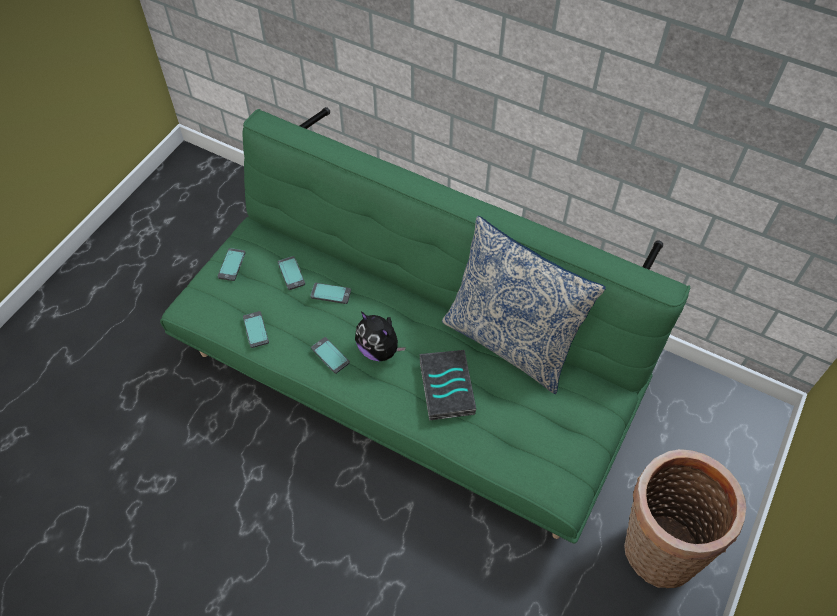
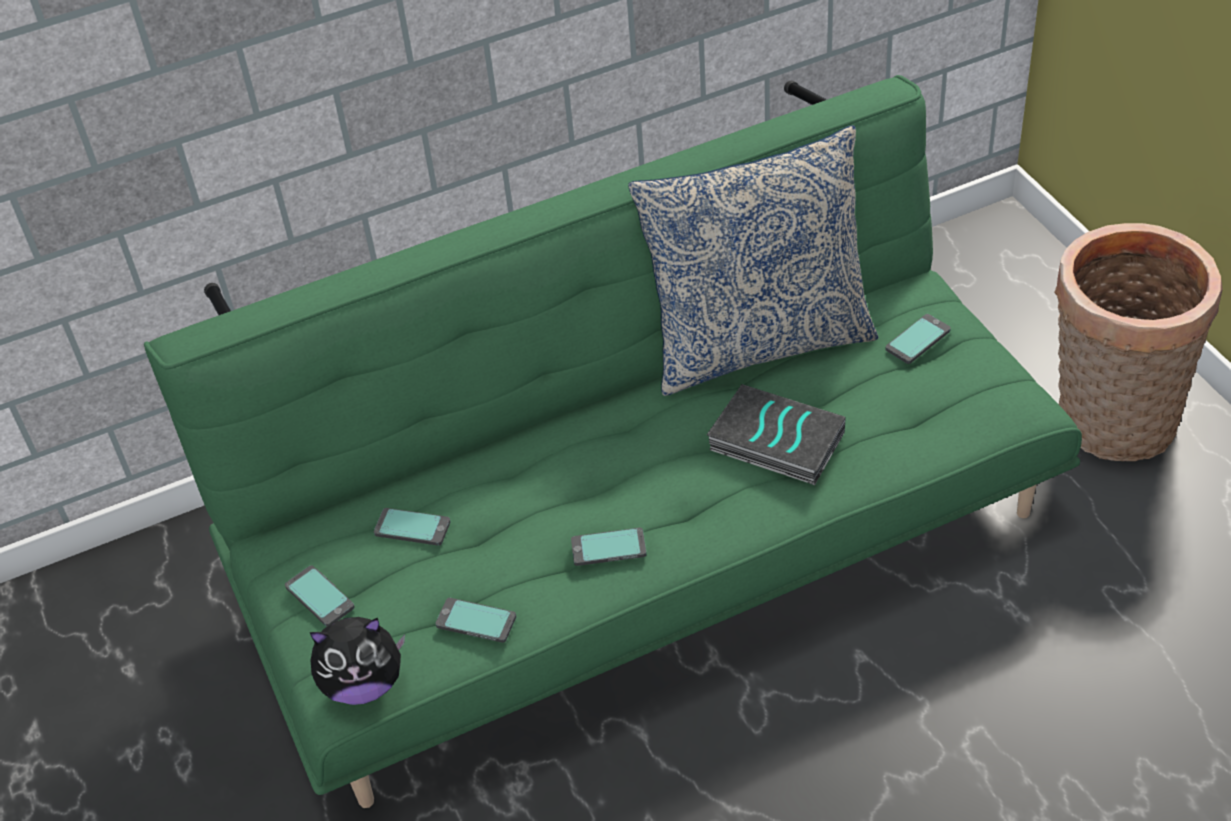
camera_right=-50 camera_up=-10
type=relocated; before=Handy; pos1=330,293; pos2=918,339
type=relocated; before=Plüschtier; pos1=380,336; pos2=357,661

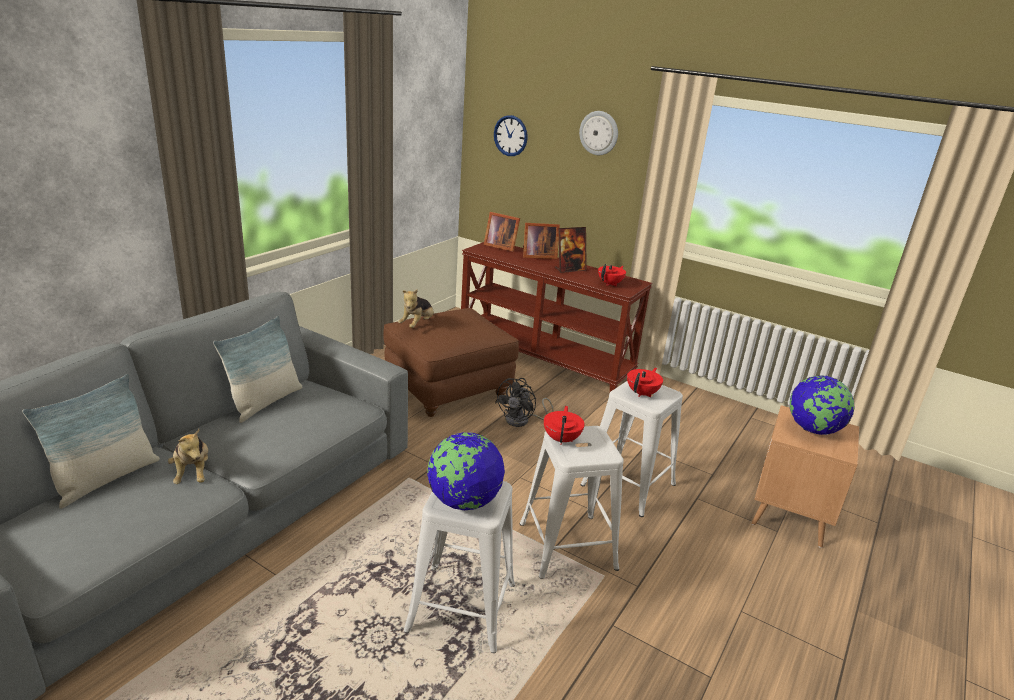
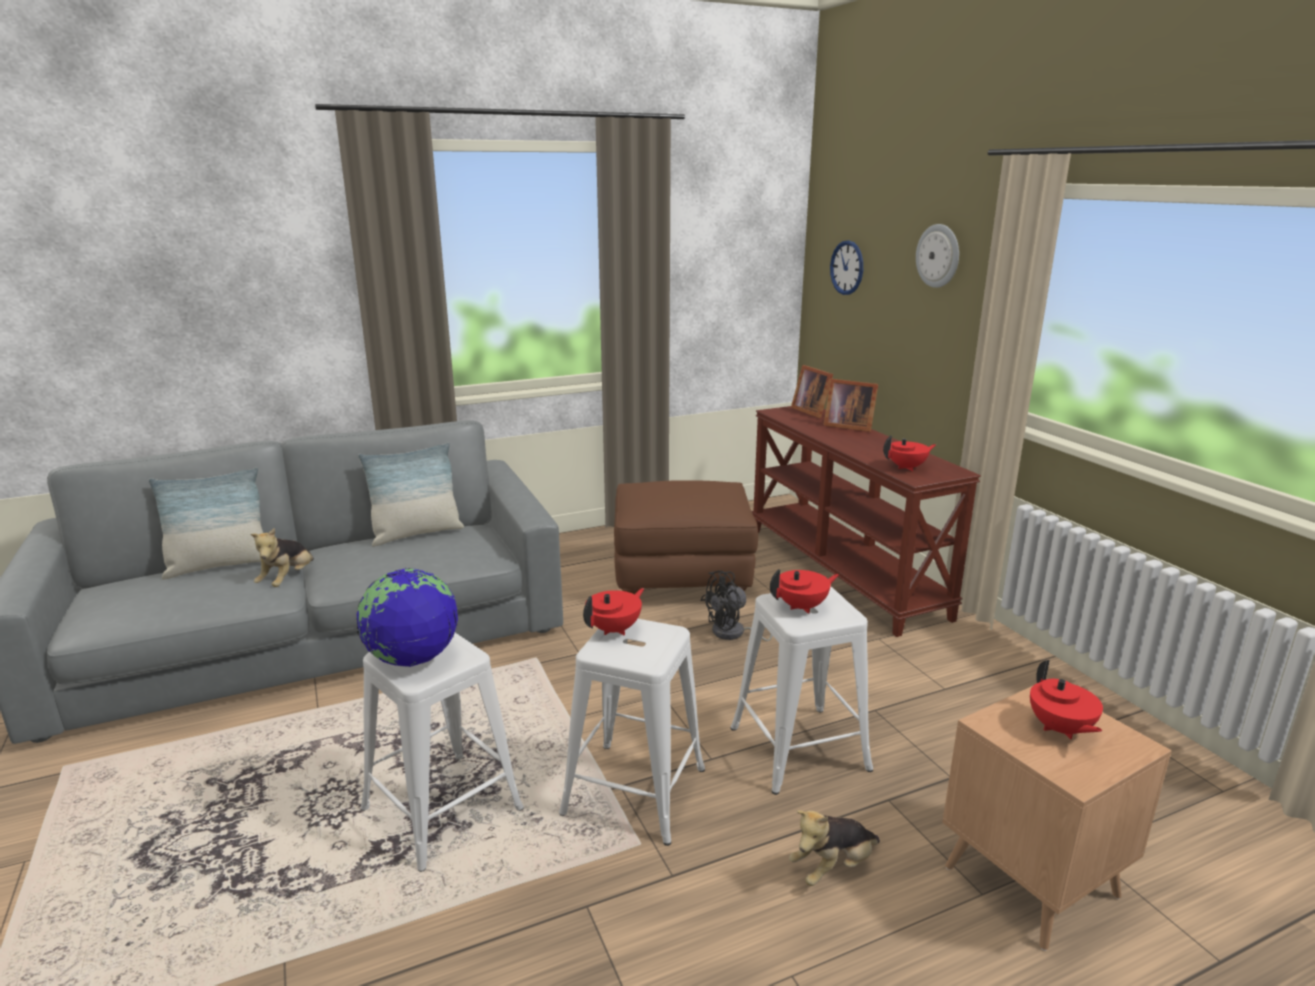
camera_right=35 camera_up=-5
type=missing; before=Bilderrahmen; pos1=571,250
type=relocated; before=Plüschtier; pos1=416,308; pos2=834,848
type=exchanged; before=Globus; after=Teekanne (rot); pos1=822,405; pos2=1066,699

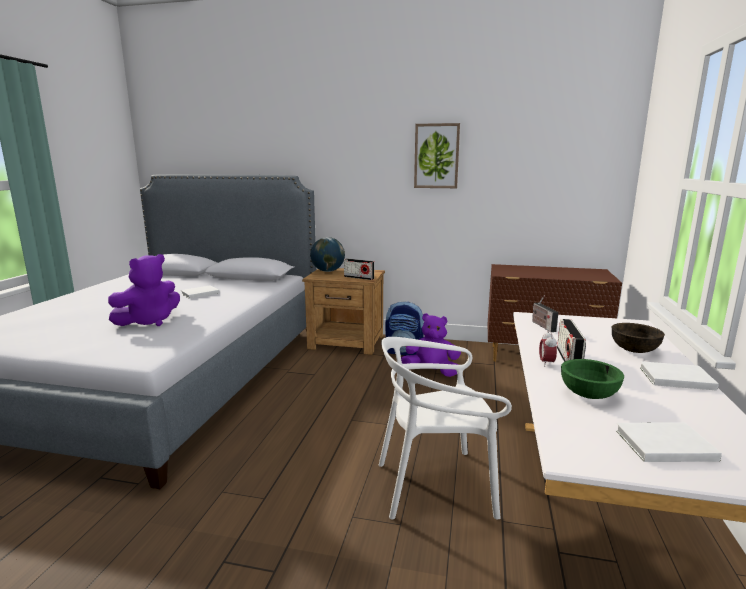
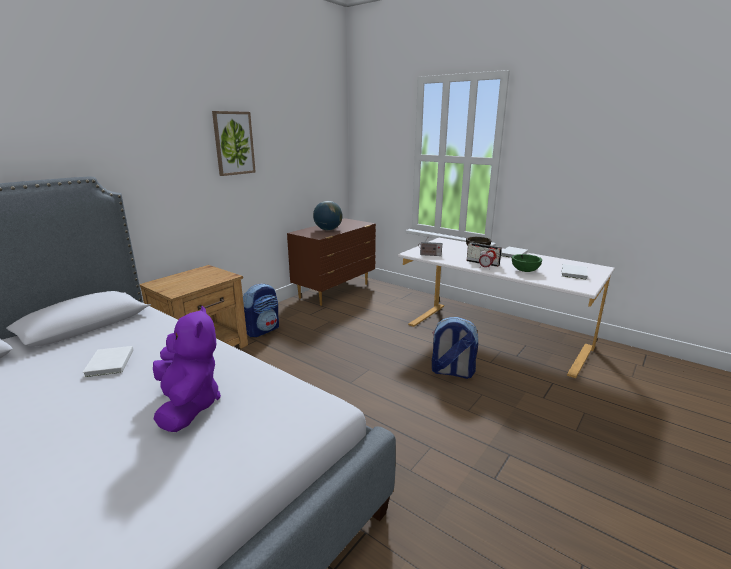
camera_right=-65 camera_up=5
type=relocated; before=Globus; pos1=327,254; pos2=327,215
type=missing; before=Radio; pos1=359,269
type=missing; before=Plüschtier (lila); pos1=431,345
type=exchanged; before=Stuhl (weiß); after=Rucksack; pos1=445,428; pos2=455,348

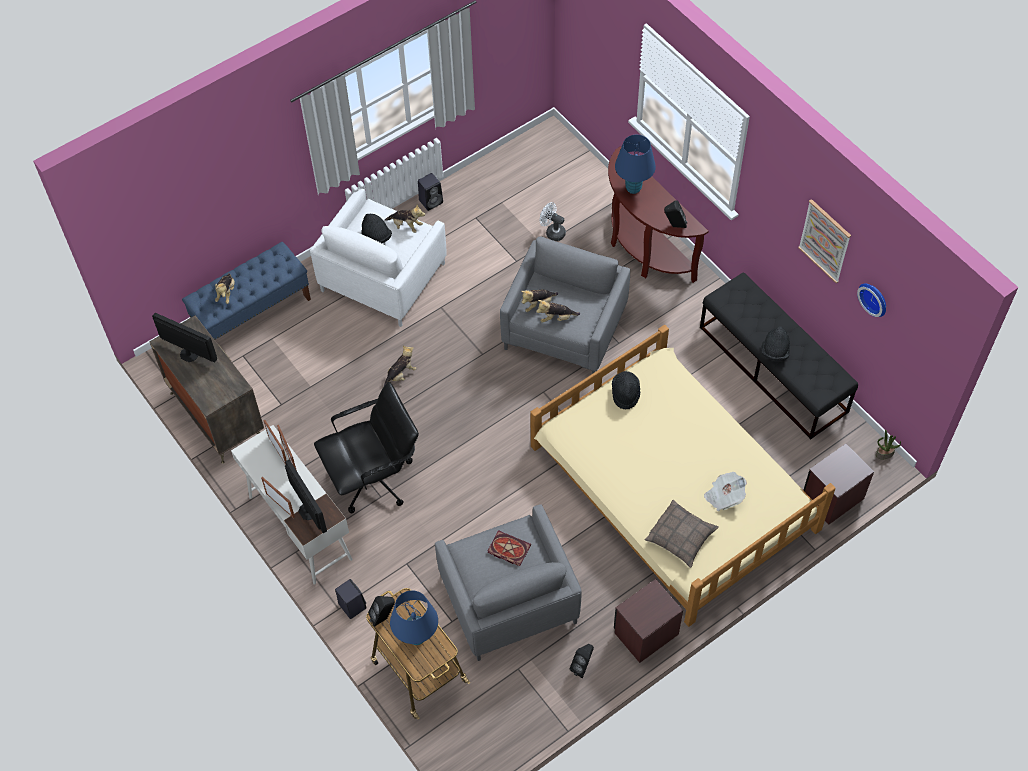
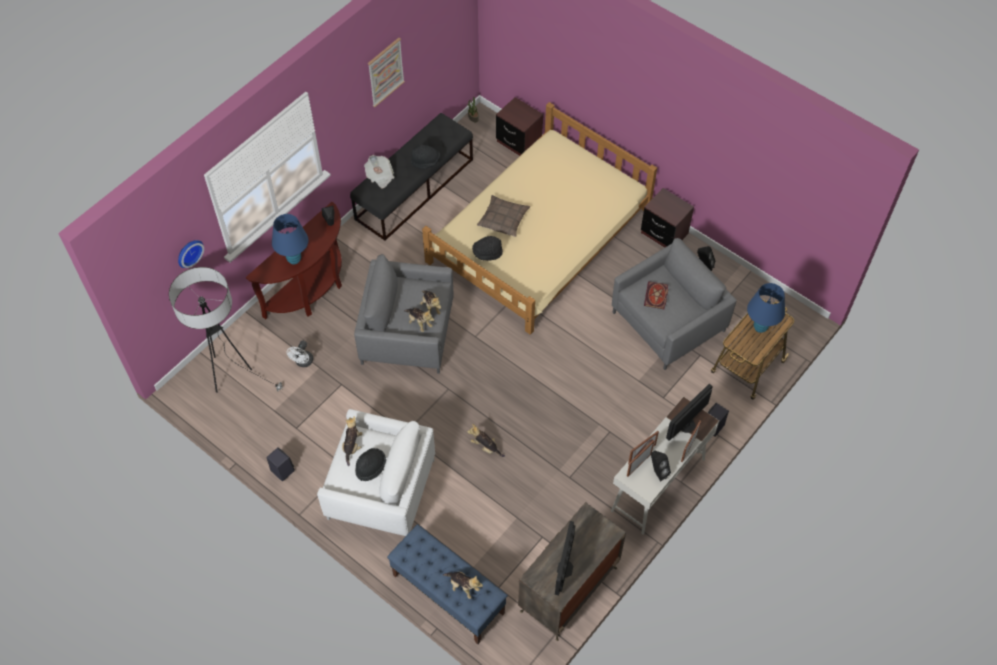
camera_right=-105 camera_up=0
type=spun; before=Plüschtier; pos1=225,288; pos2=463,585; turn=45
type=relocated; before=Wanduhr; pos1=871,300; pos2=191,254
type=missing; before=Bürostuhl (schwarz); pos1=366,447
type=relocated; before=Zeitung; pos1=725,492; pos2=379,171
type=relocated; before=Kissen; pos1=682,534; pos2=503,216
type=relocated; before=Lautsprecher (schwarz); pos1=381,611; pos2=661,466
type=appeared; after=Stehlampe; pos2=226,330

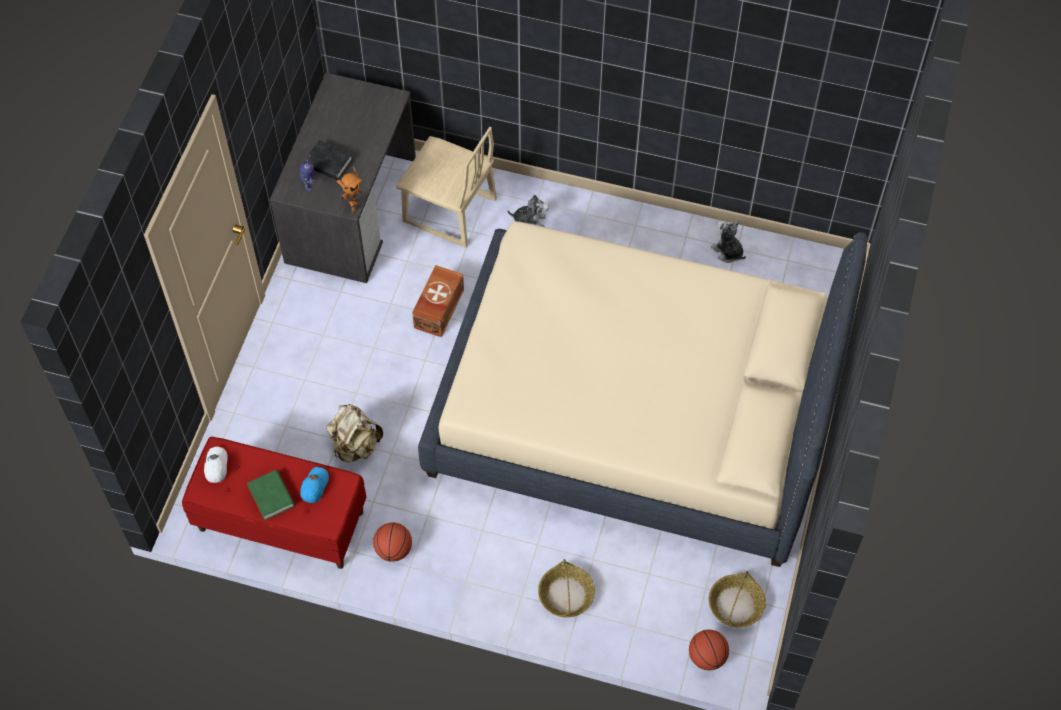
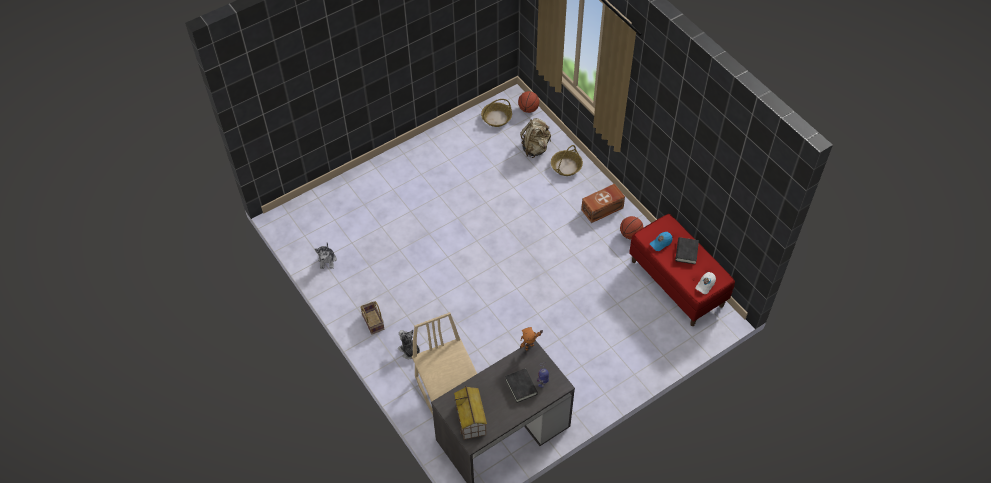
camera_right=-140 camera_up=-5
type=missing; before=Bett (beige); pos1=642,394
type=relocated; before=Aufbewahrungsbox (braun); pos1=438,301; pos2=603,203
type=relocated; before=Rucksack (beige); pos1=354,433; pos2=535,138
type=colour; before=Buch (grün); after=Buch (schwarz); pos1=271,495; pos2=687,250
type=appeared; after=Korb; pos2=372,318
type=appeared; after=Spielzeughaus; pos2=470,413

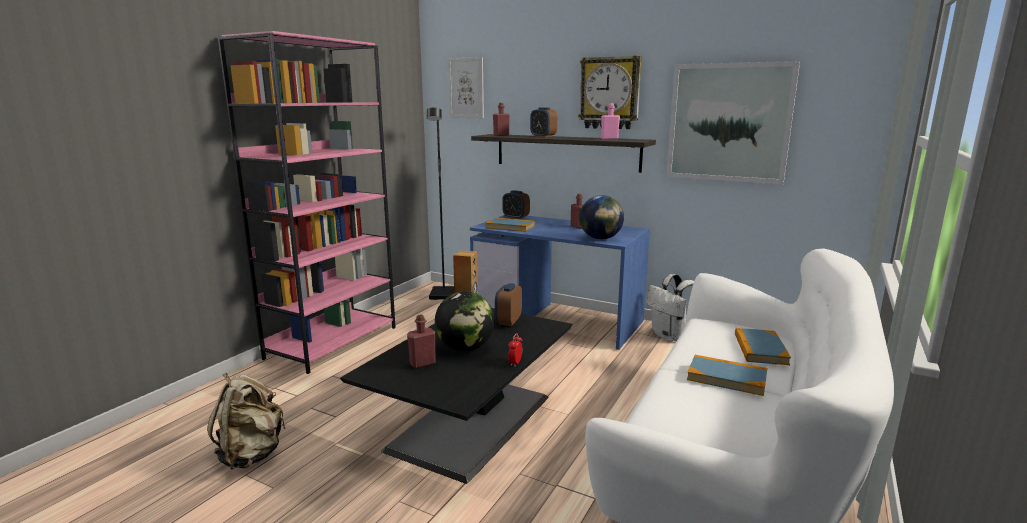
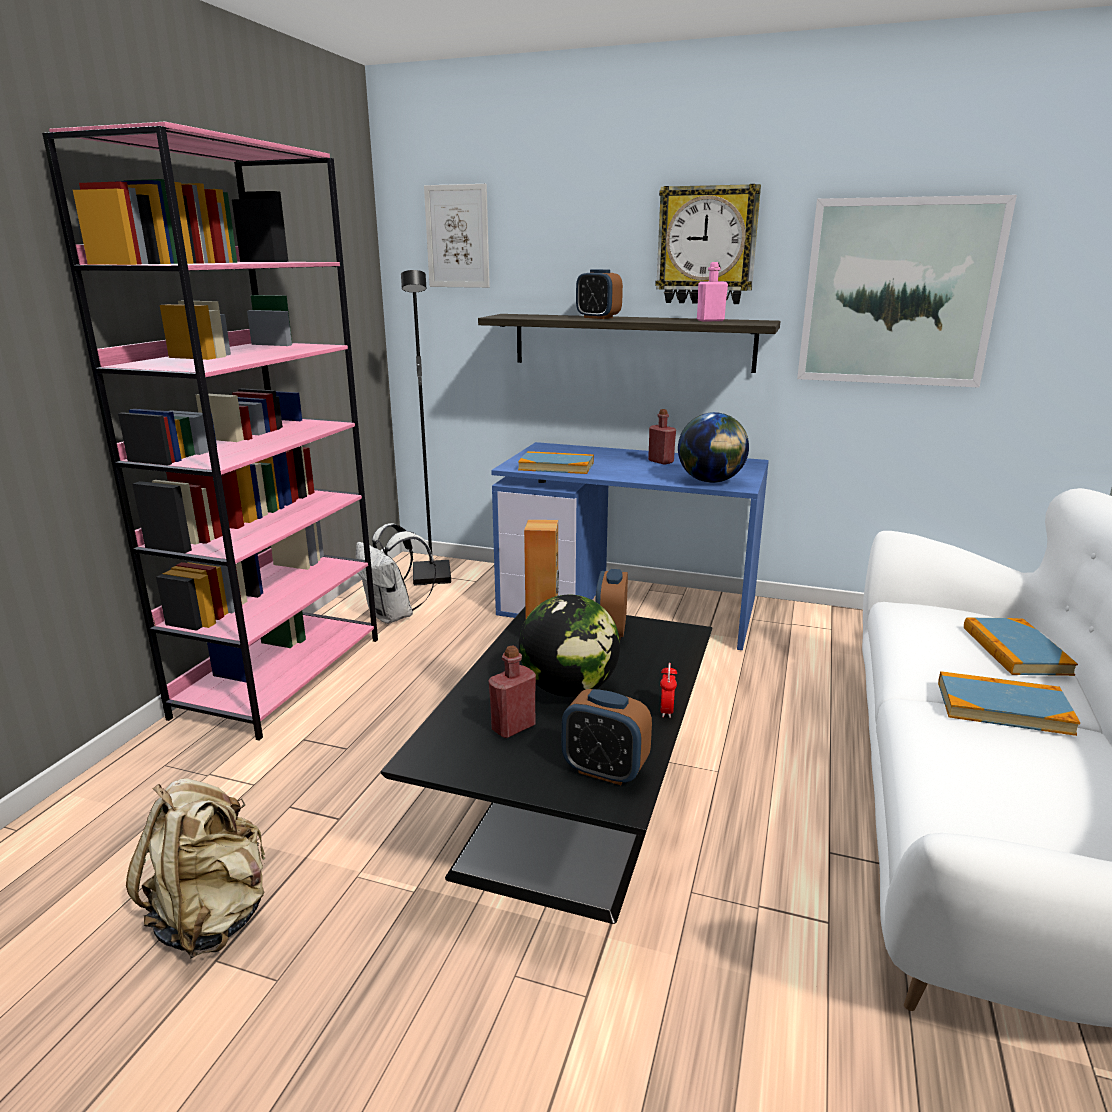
camera_right=-10 camera_up=5
type=missing; before=Flasche (rot); pos1=501,119
type=relocated; before=Wecker; pos1=516,204; pos2=607,737
type=relocated; before=Rucksack (weiß); pos1=670,308; pos2=396,573

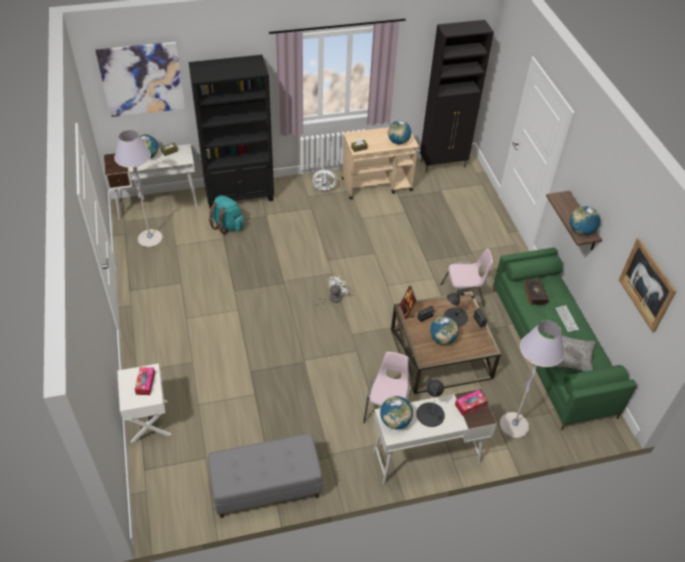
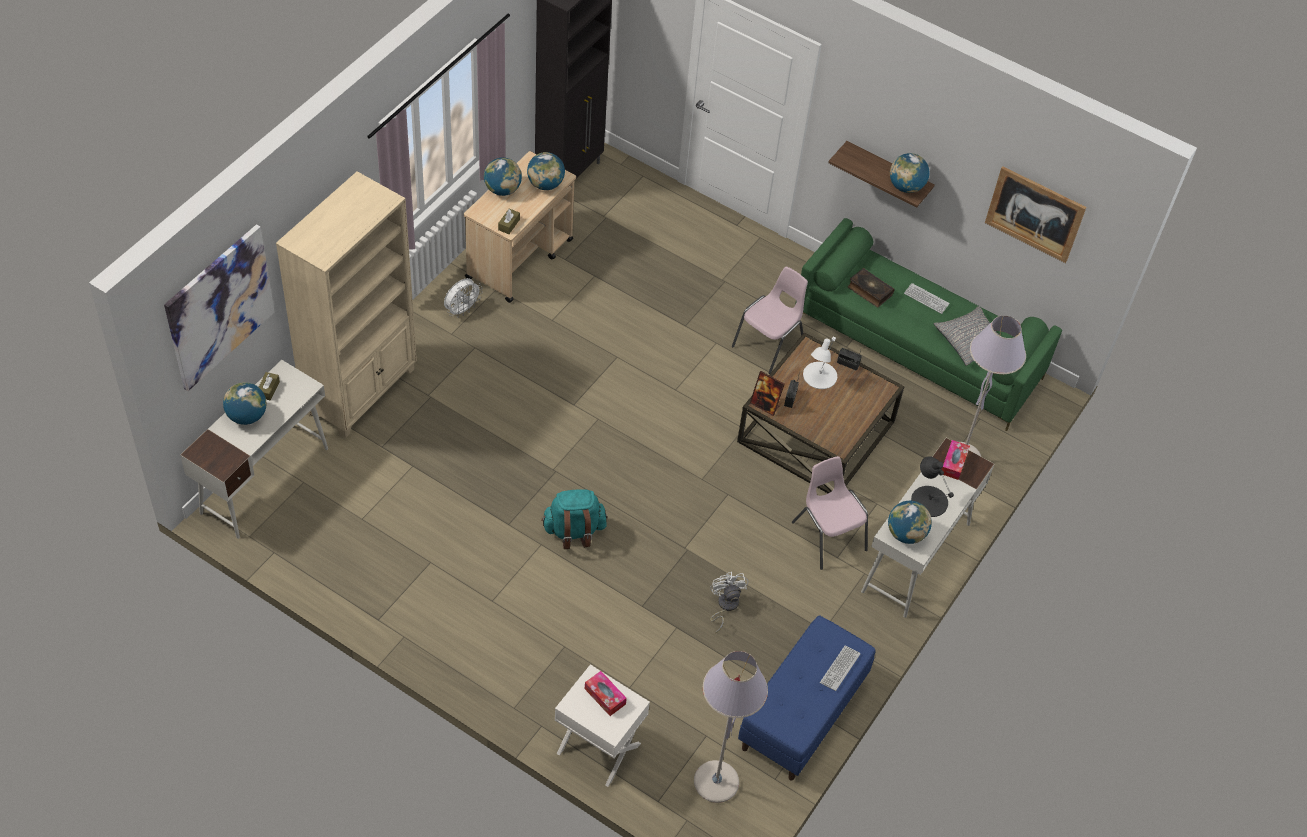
camera_right=-45 camera_up=5
type=colour; before=Bücherregal (schwarz); after=Bücherregal (beige); pos1=231,131; pos2=346,304
type=relocated; before=Stehlampe (grau); pos1=138,188; pos2=731,727
type=relocated; before=Rucksack (türkis); pos1=226,214; pos2=574,519
type=relocated; before=Ventilator (weiß); pos1=331,291; pos2=729,602
type=colour; before=Tischlampe (schwarz); after=Tischlampe (weiß); pos1=459,308; pos2=820,363
type=relocated; before=Globus; pos1=444,330; pos2=503,176
type=colour; before=Bank (grau); after=Bank (blau); pos1=265,476; pos2=806,698
type=appeared; after=Tastatur; pos2=840,668

